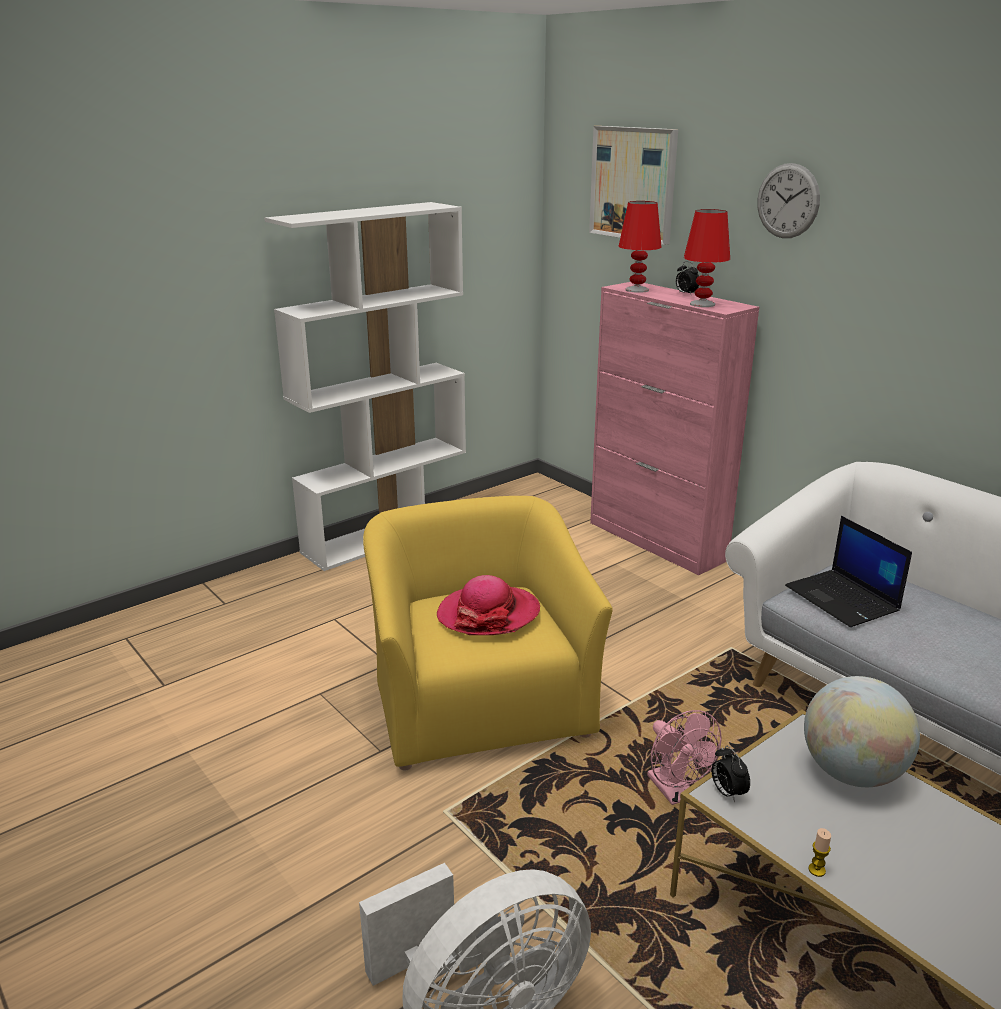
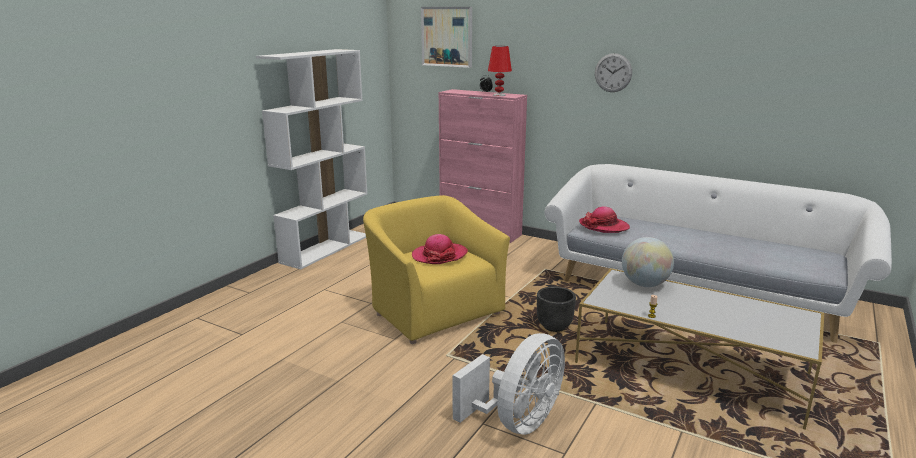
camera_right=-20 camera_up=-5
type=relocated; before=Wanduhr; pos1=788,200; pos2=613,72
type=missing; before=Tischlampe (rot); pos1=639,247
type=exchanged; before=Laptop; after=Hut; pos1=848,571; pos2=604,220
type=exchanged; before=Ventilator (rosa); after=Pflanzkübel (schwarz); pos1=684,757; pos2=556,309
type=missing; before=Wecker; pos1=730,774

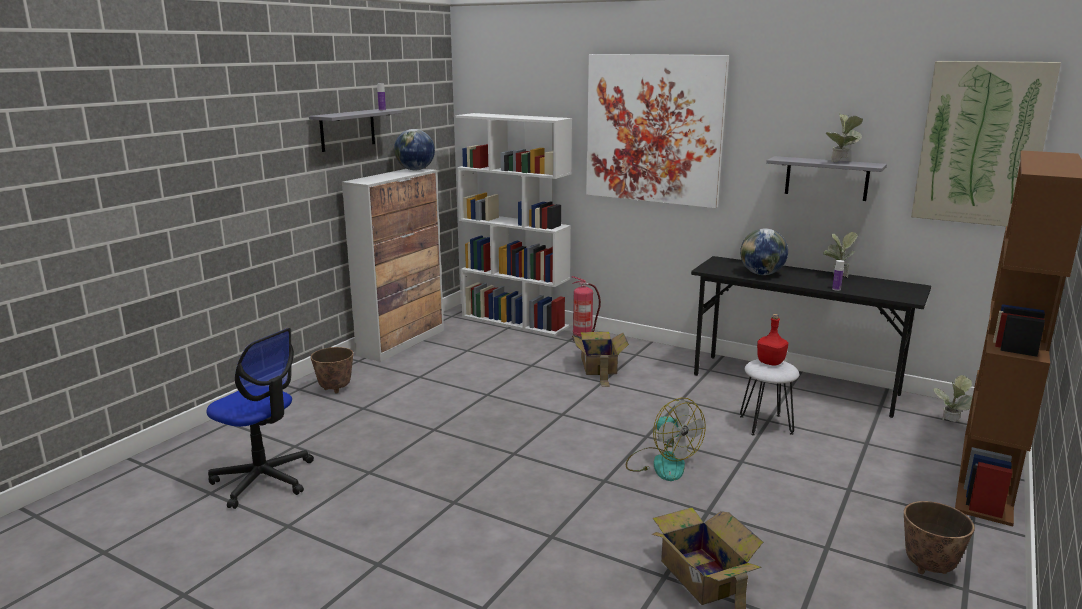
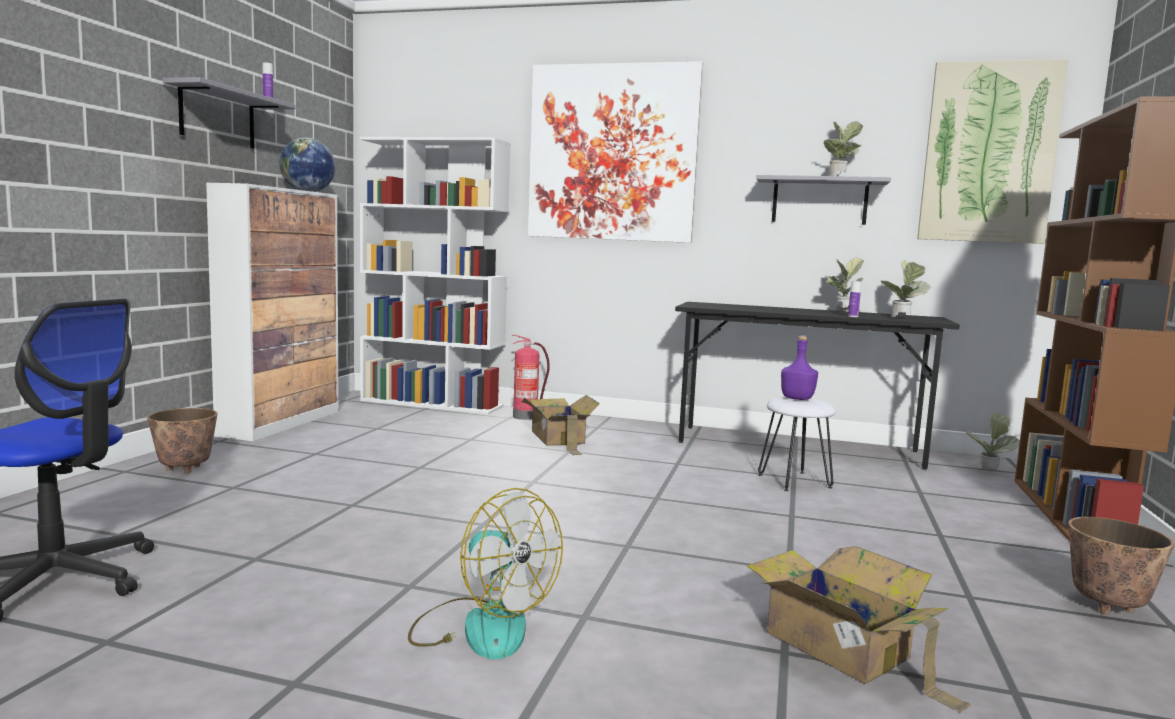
camera_right=-15 camera_up=-10
type=missing; before=Globus; pos1=764,252
type=colour; before=Flasche (rot); after=Flasche (lila); pos1=772,340; pos2=799,367
type=relocated; before=Ventilator; pos1=666,439; pos2=485,573
type=appeared; after=Topfpflanze; pos2=906,288

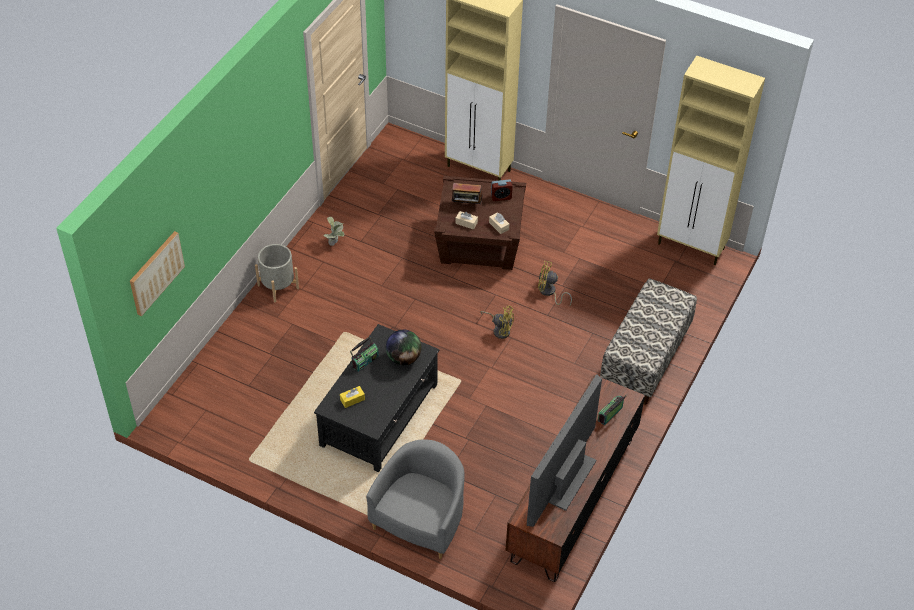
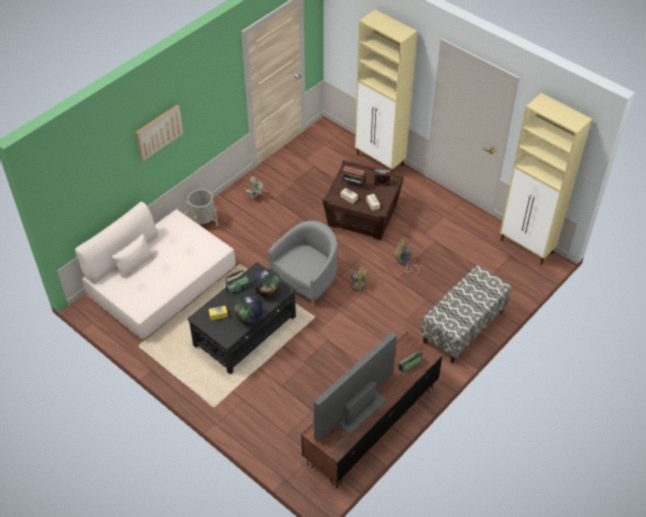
camera_right=15 camera_up=0
type=relocated; before=Bild; pos1=157,273; pos2=159,132
type=relocated; before=Sessel (grau); pos1=415,499; pos2=303,263
type=appeared; after=Sofa (beige); pos2=155,270
type=appeared; after=Globus; pos2=248,309

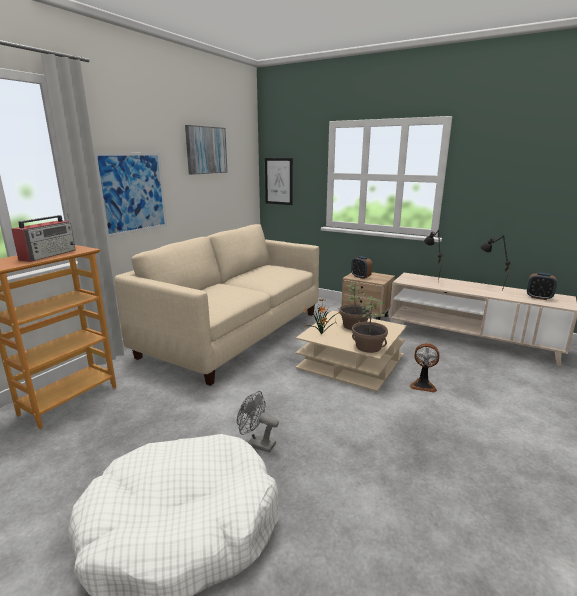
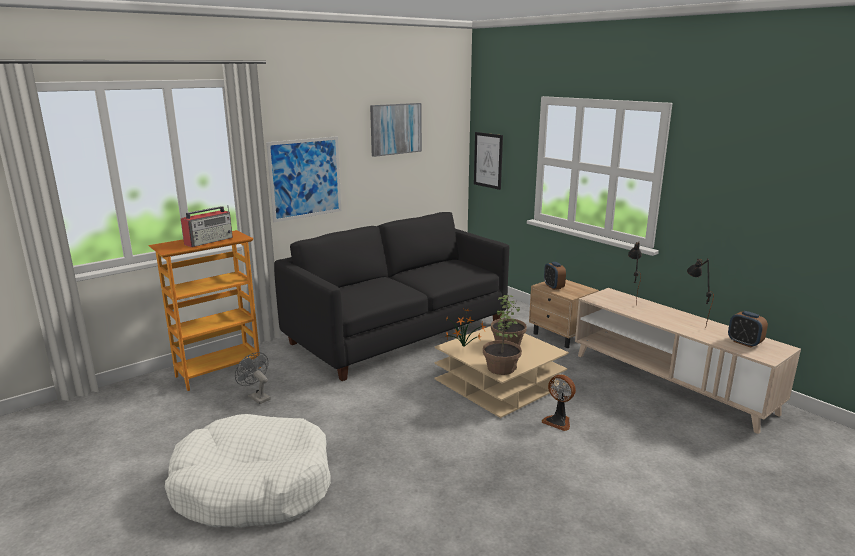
camera_right=20 camera_up=0
type=colour; before=Sofa (beige); after=Sofa (schwarz); pos1=217,305; pos2=391,296
type=relocated; before=Ventilator (grau); pos1=258,422; pos2=253,378

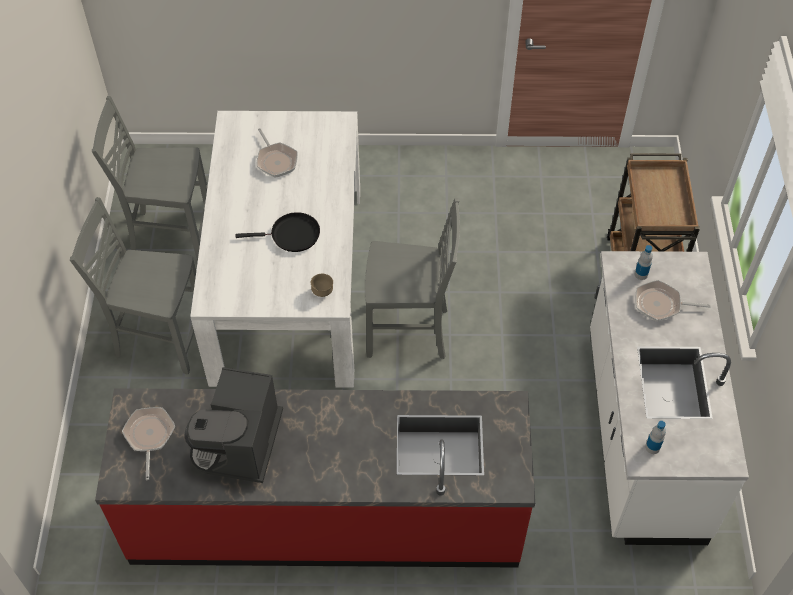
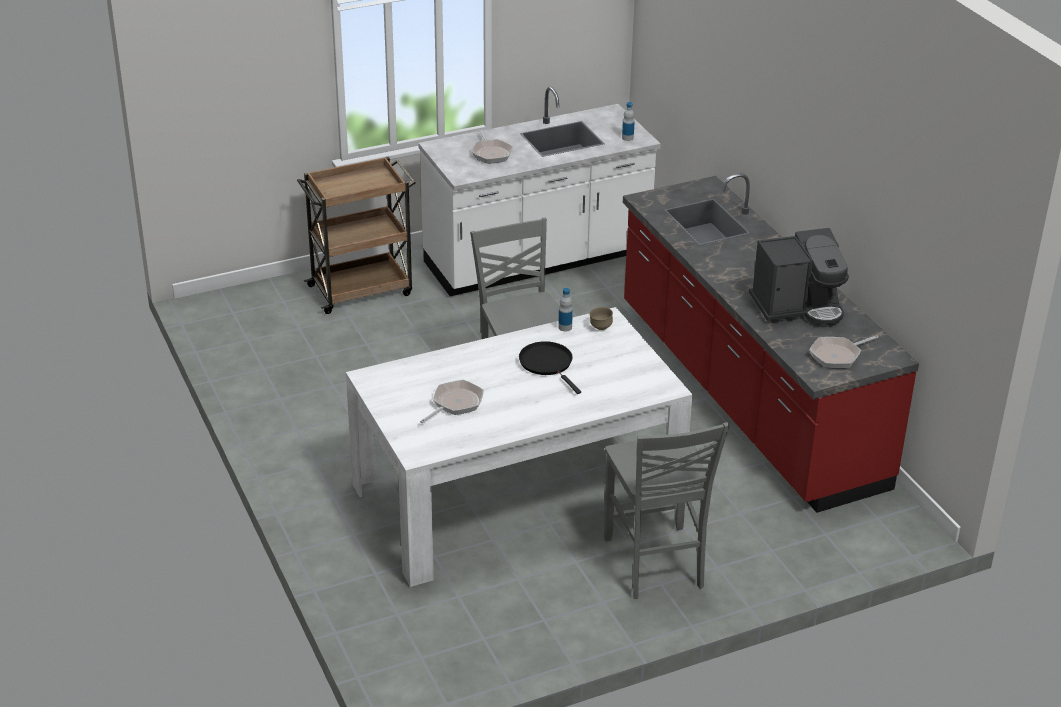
camera_right=-115 camera_up=-20
type=missing; before=Stuhl (grau); pos1=149,178
type=relocated; before=Flasche; pos1=644,262; pos2=565,310

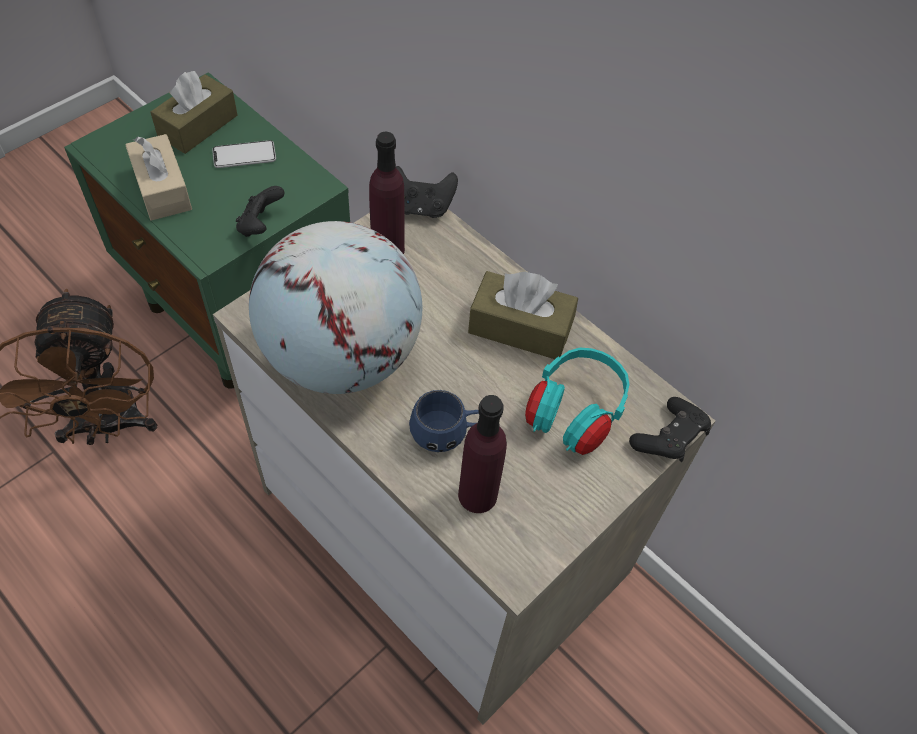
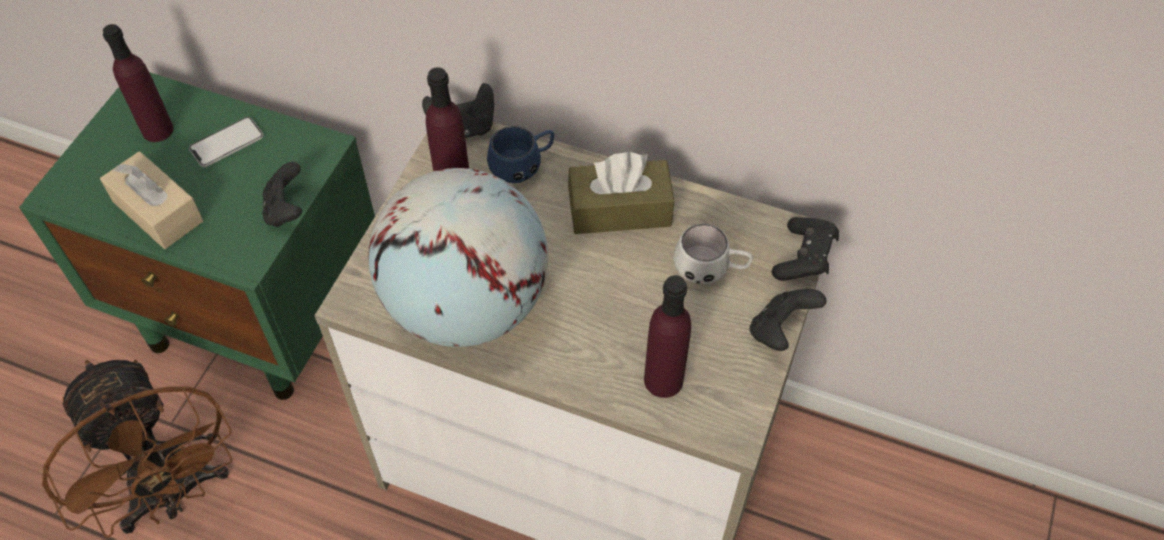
camera_right=-20 camera_up=0
type=exchanged; before=Taschentuchbox (braun); after=Flasche (lila); pos1=194,112; pos2=138,83
type=exchanged; before=Kopfhörer (türkis); after=Henkelbecher (weiß); pos1=577,401; pos2=713,254
type=relocated; before=Henkelbecher (blau); pos1=444,421; pos2=521,154
type=appeared; after=Gamepad (schwarz); pos2=788,320

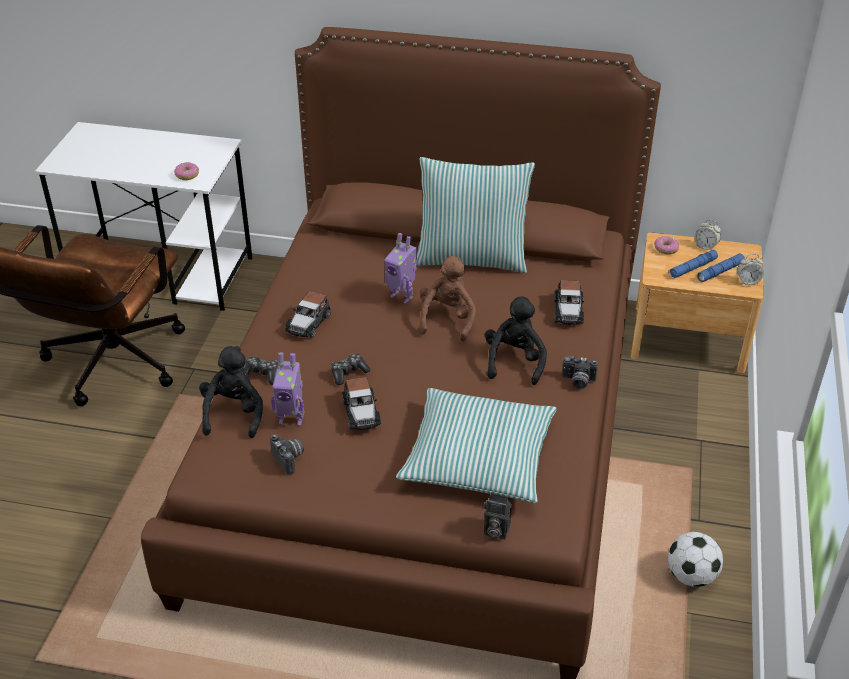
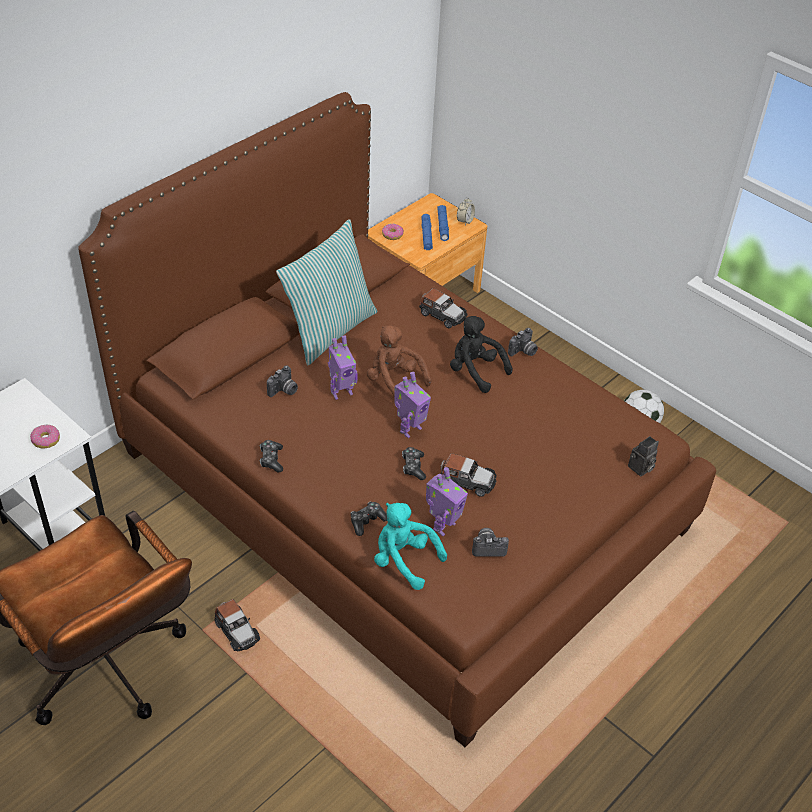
camera_right=-60 camera_up=5
type=missing; before=Wecker; pos1=708,234
type=relocated; before=Spielzeugauto; pos1=308,314; pos2=237,625
type=colour; before=Plüschtier (schwarz); after=Plüschtier (türkis); pos1=231,392; pos2=410,546
type=missing; before=Kissen; pos1=476,445
type=appeared; after=Kamera; pos2=282,381
type=appeared; after=Spielzeugroboter; pos2=412,405
type=appeared; after=Gamepad; pos2=271,456

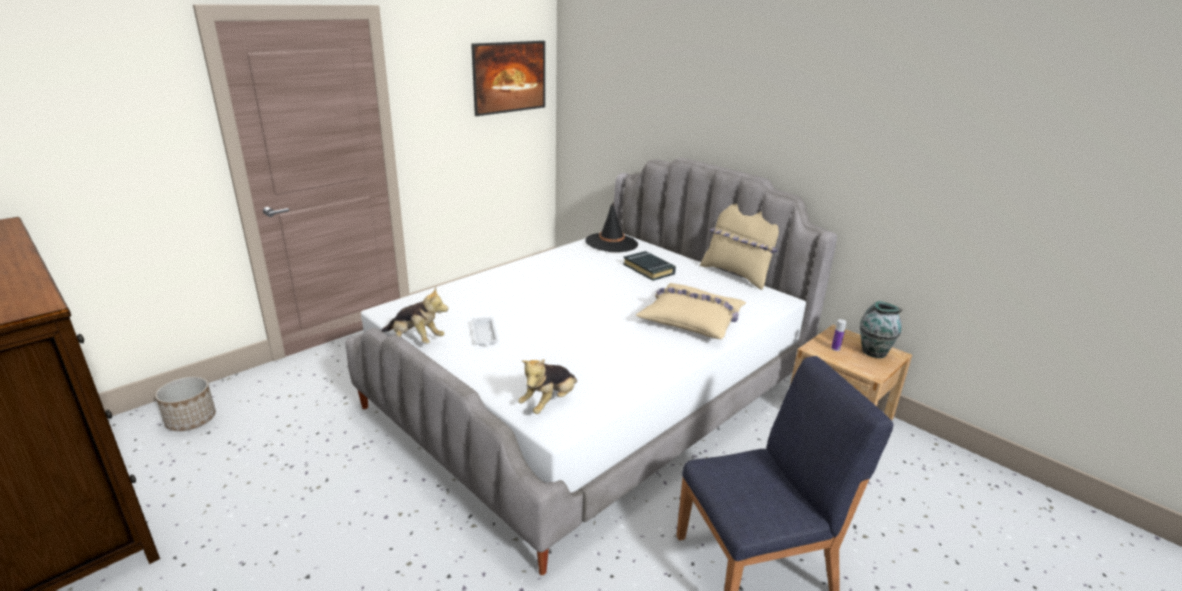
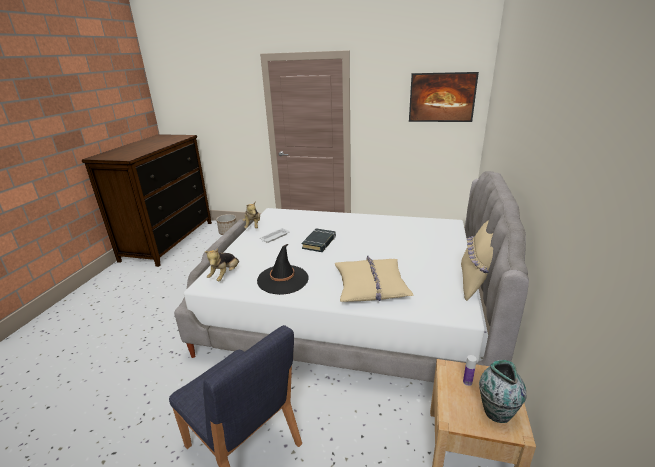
camera_right=60 camera_up=0
type=relocated; before=Hut (schwarz); pos1=611,227; pos2=283,269
type=relocated; before=Buch (schwarz); pos1=649,266; pos2=319,240
type=spun; before=Plüschtier; pos1=547,386; pos2=222,264; turn=-75

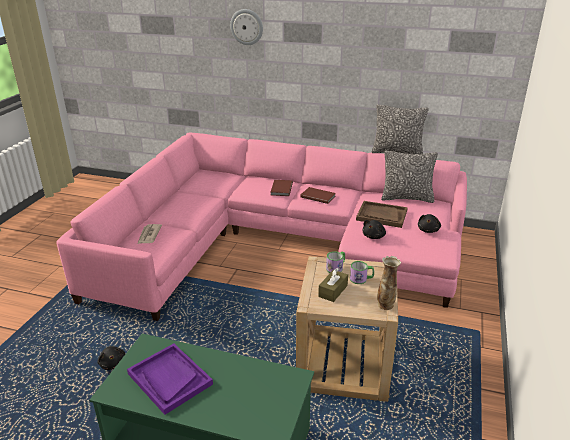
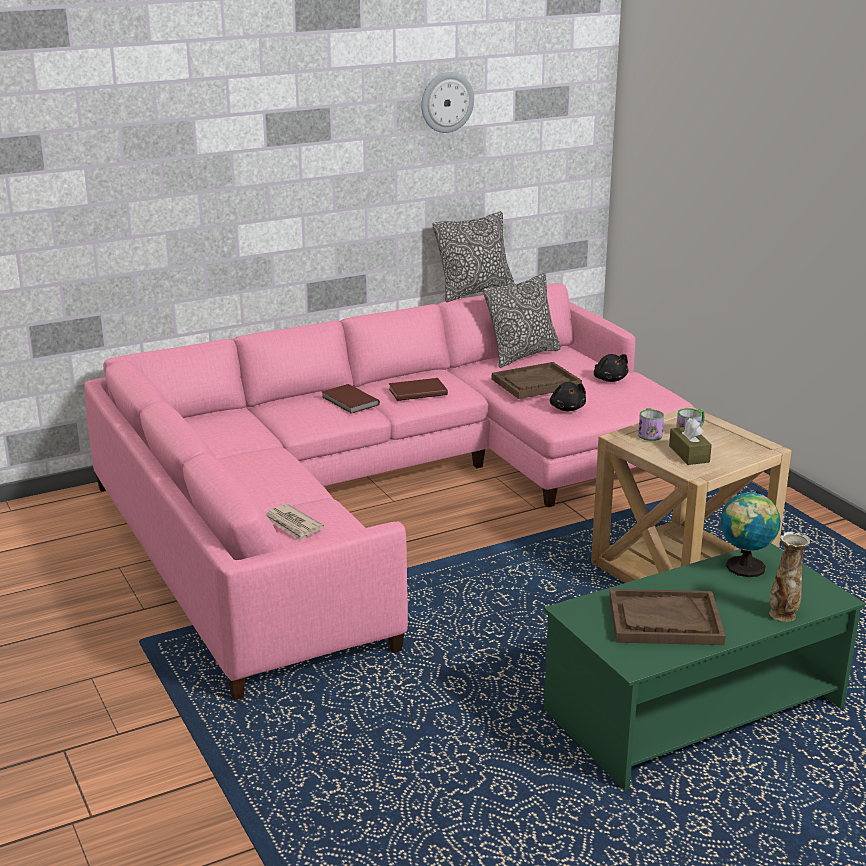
camera_right=-45 camera_up=-5
type=relocated; before=Wanduhr; pos1=246,27; pos2=447,102
type=relocated; before=Vase; pos1=389,283; pos2=789,577
type=colour; before=Tablett (lila); after=Tablett (braun); pos1=170,379; pos2=667,617
type=missing; before=Plüschtier (schwarz); pos1=111,358
type=appeared; after=Globus; pos2=751,533

